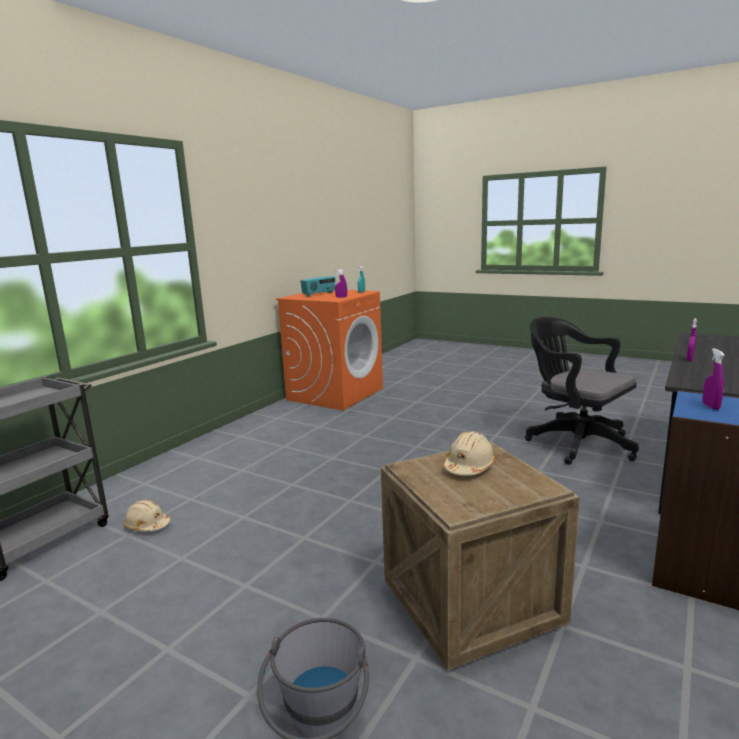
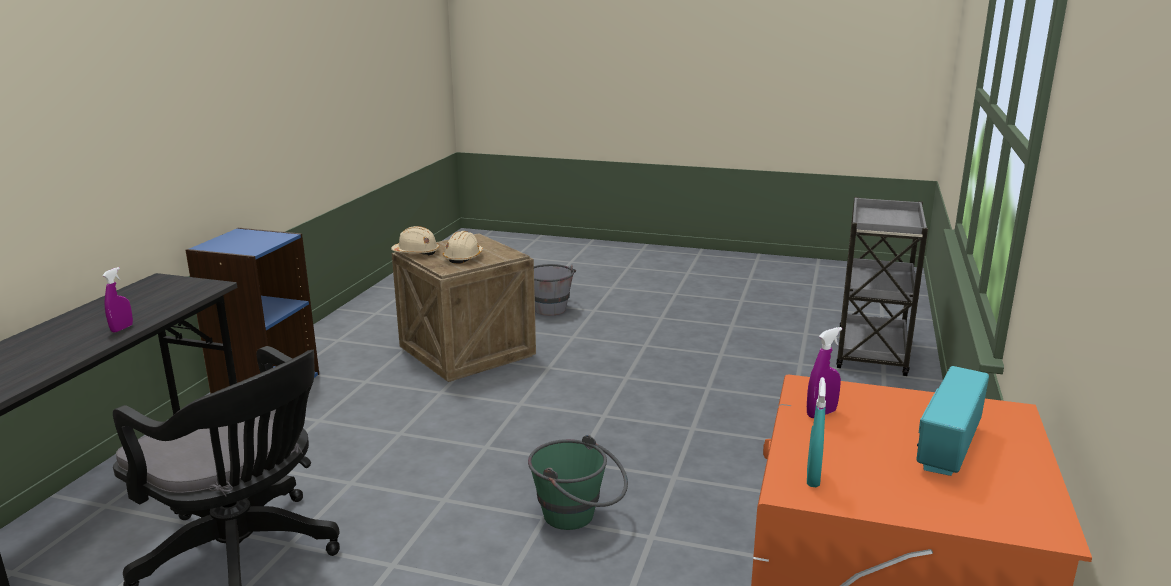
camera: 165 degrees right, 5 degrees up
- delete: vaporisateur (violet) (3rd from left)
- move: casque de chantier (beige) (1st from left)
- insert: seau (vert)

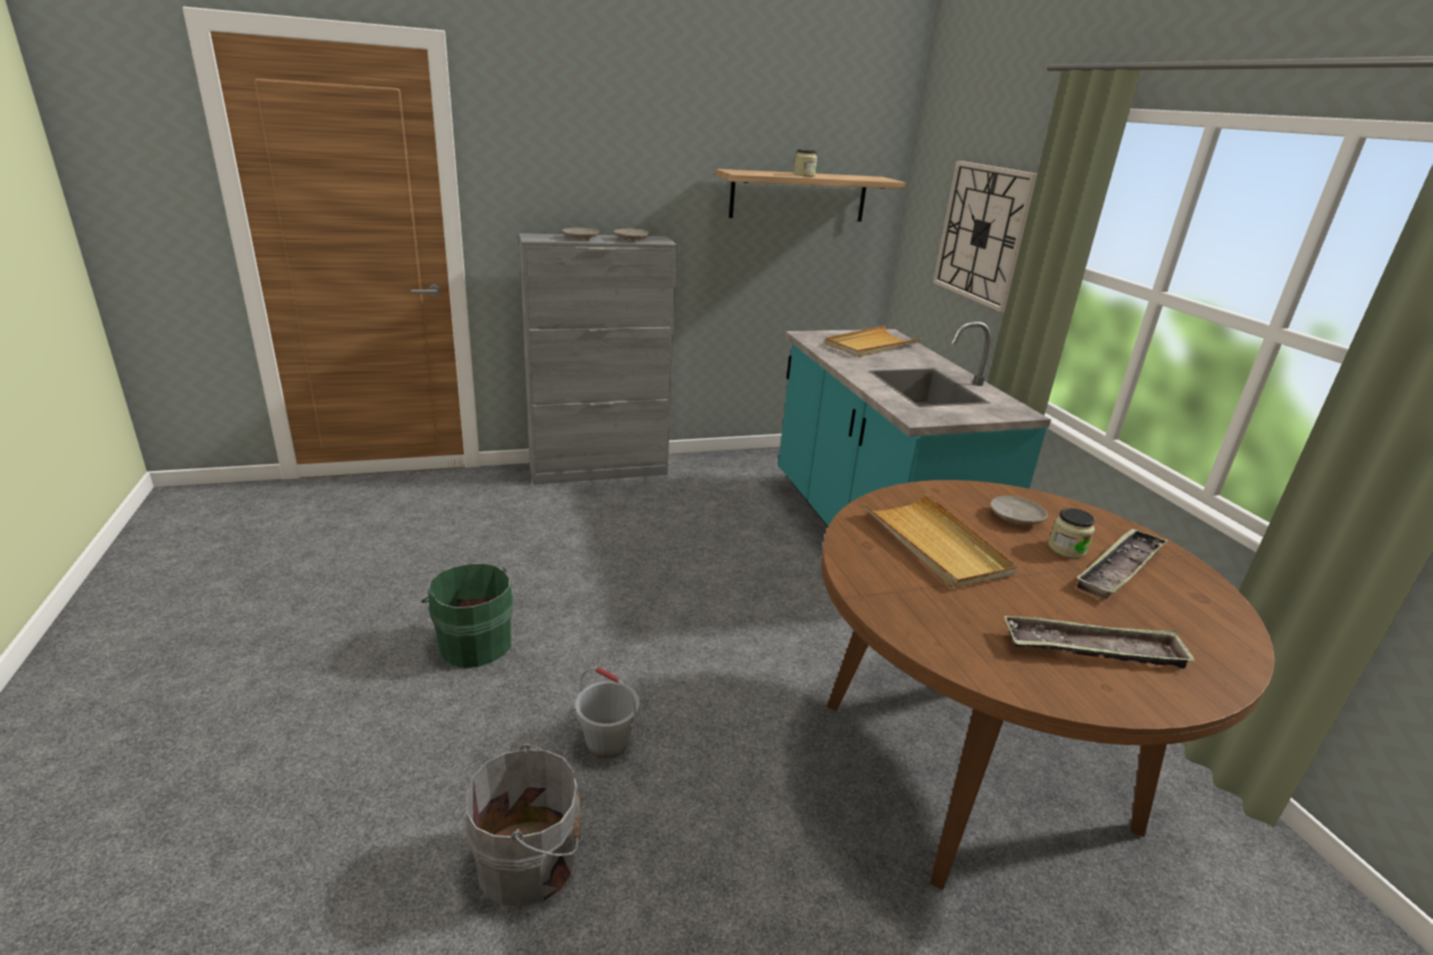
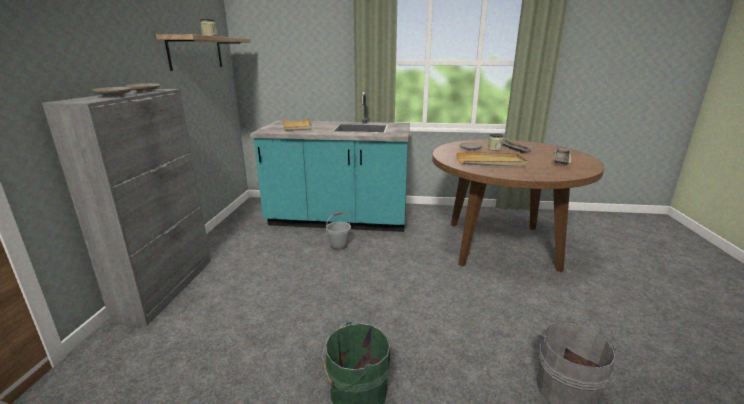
camera: 65 degrees left, 5 degrees down
- delete: horloge murale
- move: seau (gris) (2nd from left in the first image) to seau (gris) (1st from left)

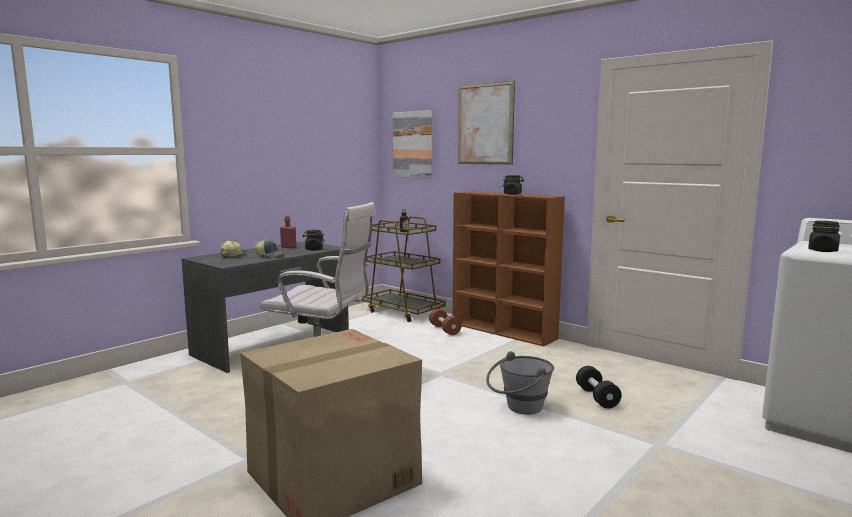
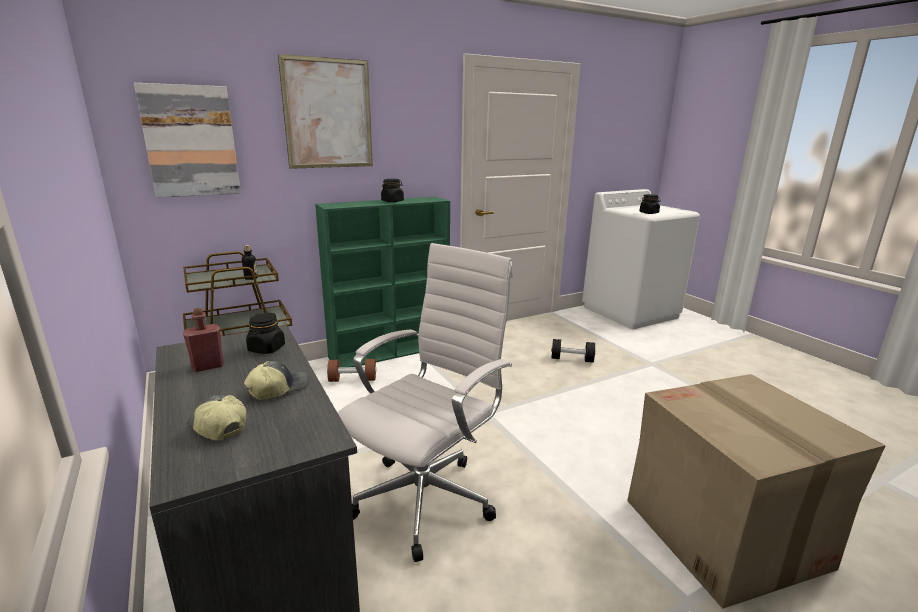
camera: 70 degrees left, 10 degrees up
- recolor: bibliothèque (marron) to bibliothèque (vert)
- delete: seau (gris)

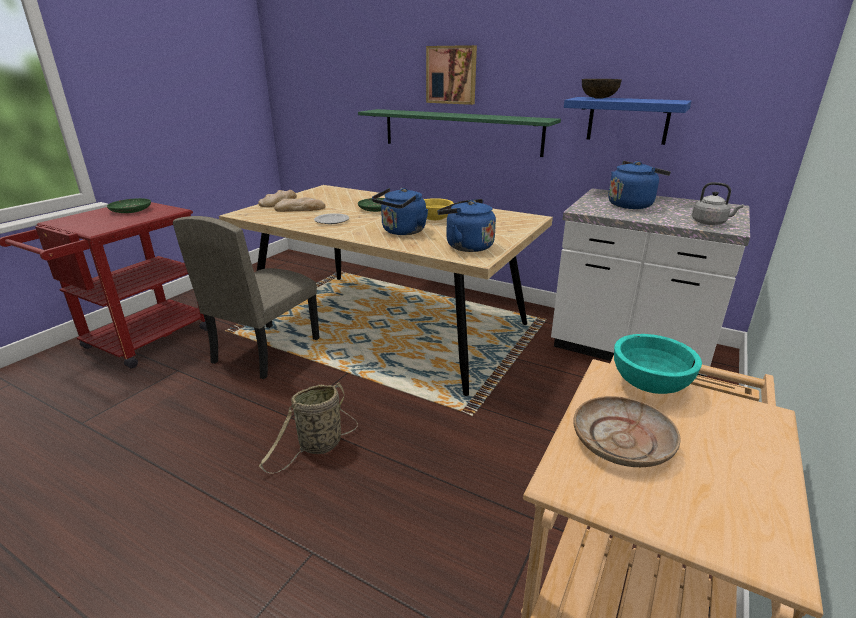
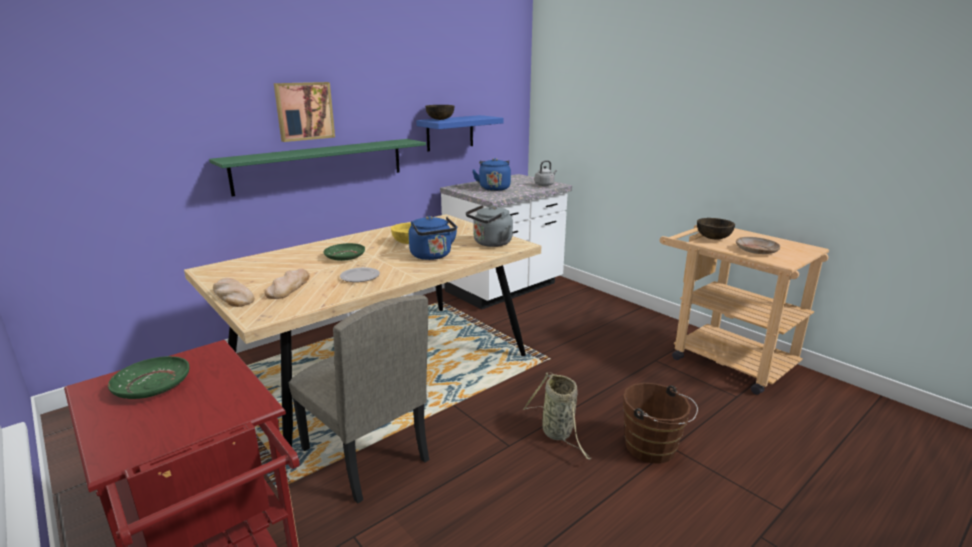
camera: 70 degrees left, 5 degrees down
- recolor: bouilloire (bleu) (2nd from left) to bouilloire (gris) (1st from left)
- recolor: bol (turquoise) to bol (marron) (2nd from left)
- insert: seau (marron)

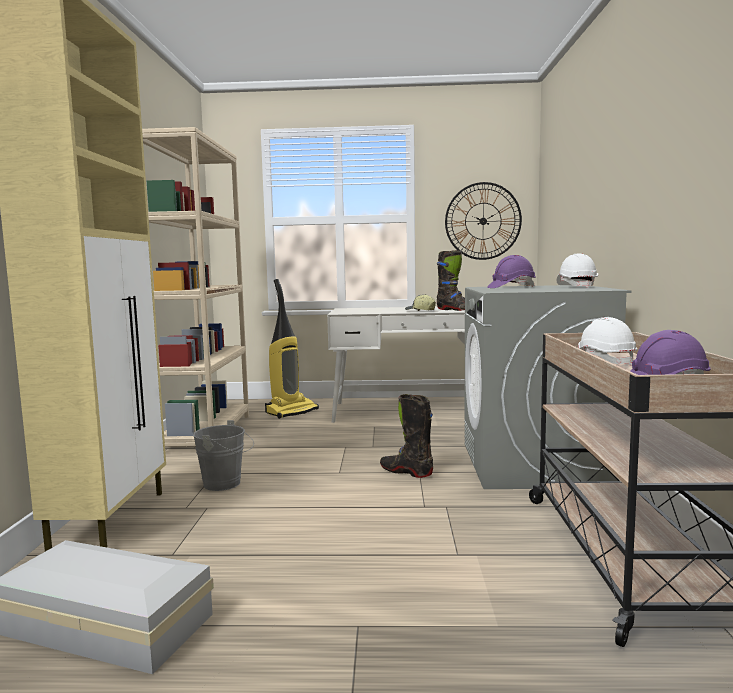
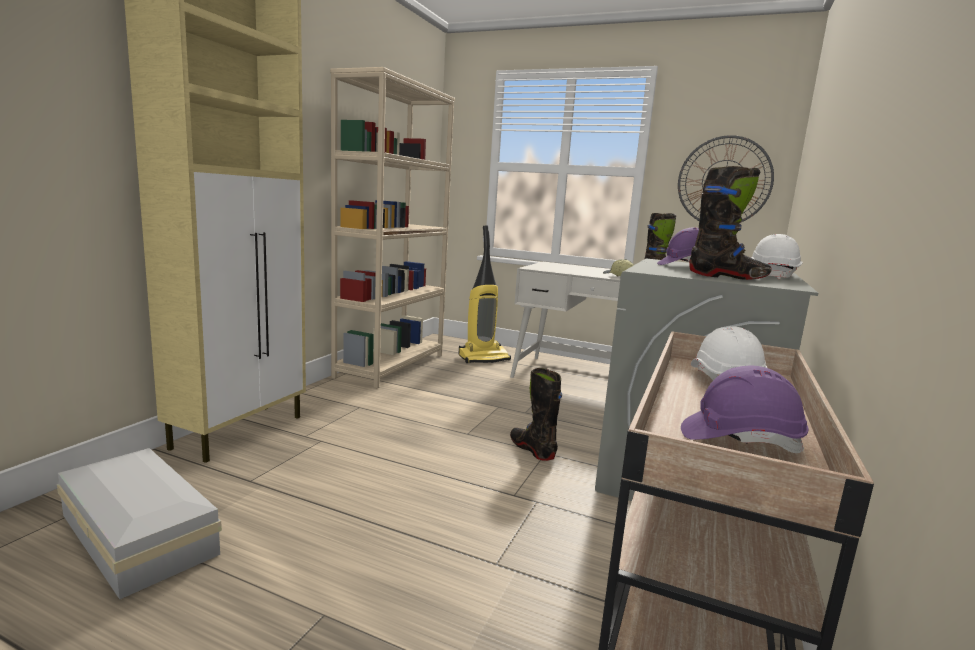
camera: 20 degrees right, 5 degrees up
- delete: seau (gris)
- insert: botte (noir) (3rd from left)

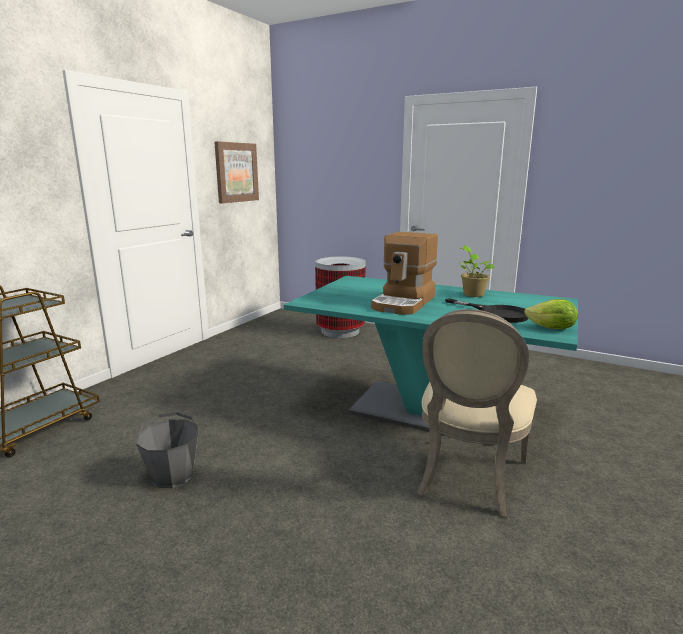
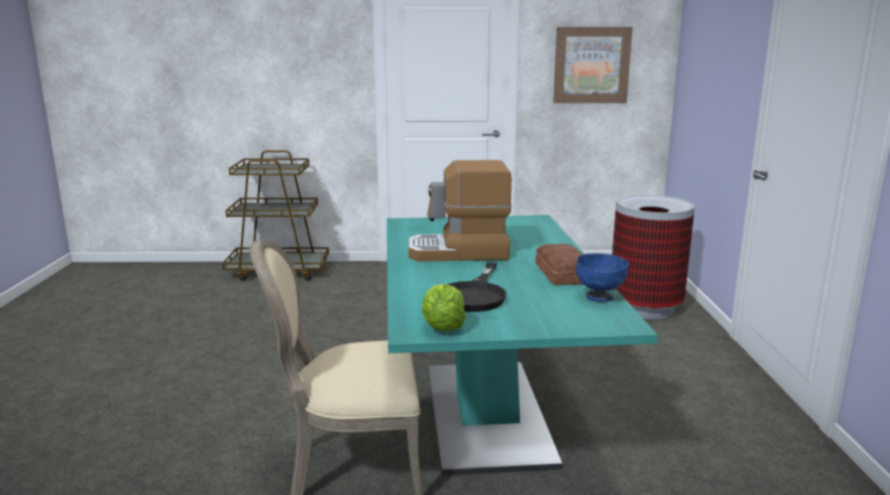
camera: 60 degrees right, 0 degrees up
- replace: plante en pot to pain
- delete: seau (gris)
- insert: bol (bleu)

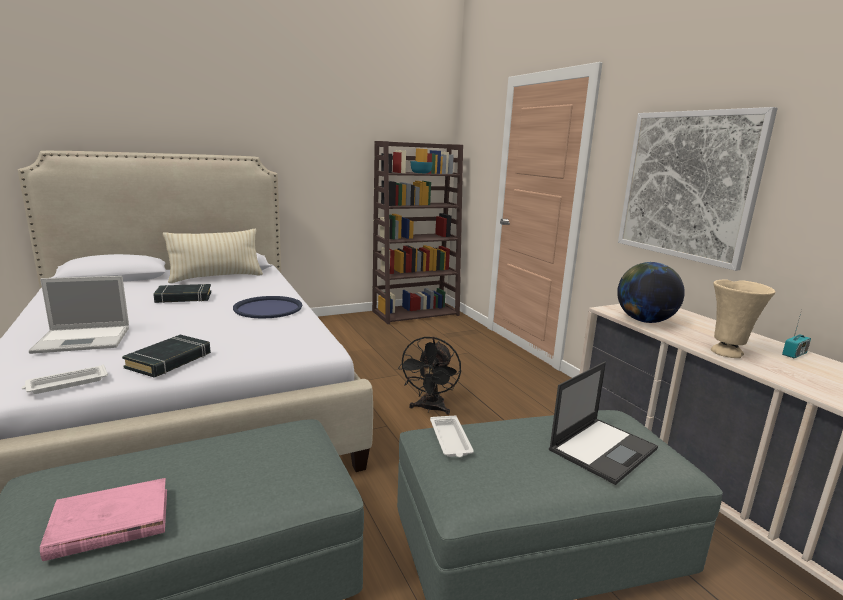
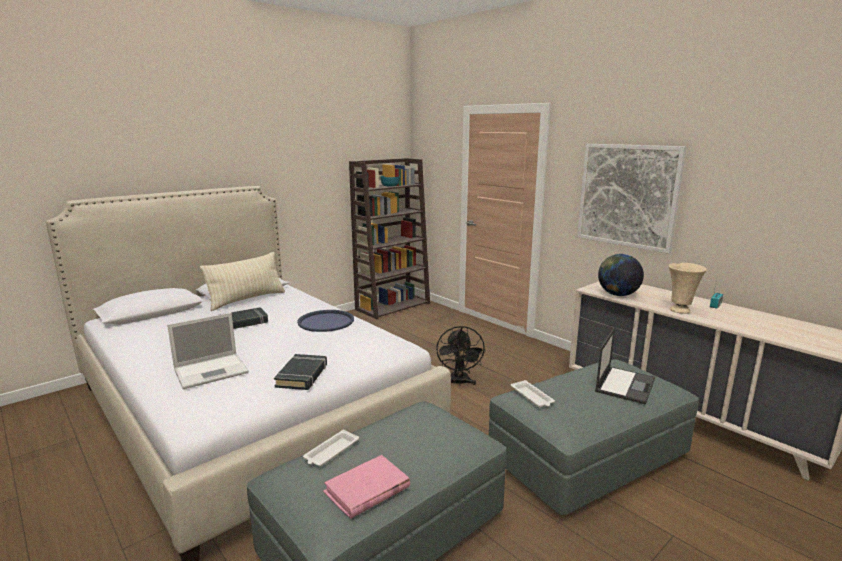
camera: 15 degrees left, 0 degrees up
- move: plateau (blanc) (1st from left)

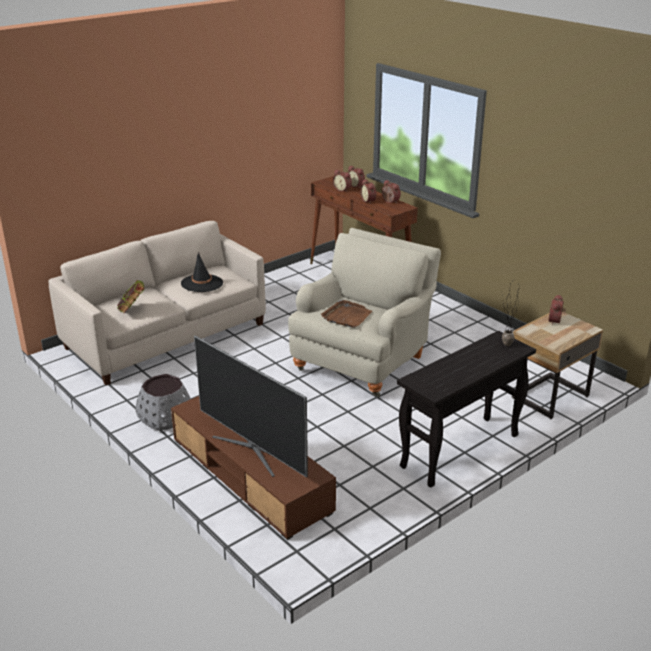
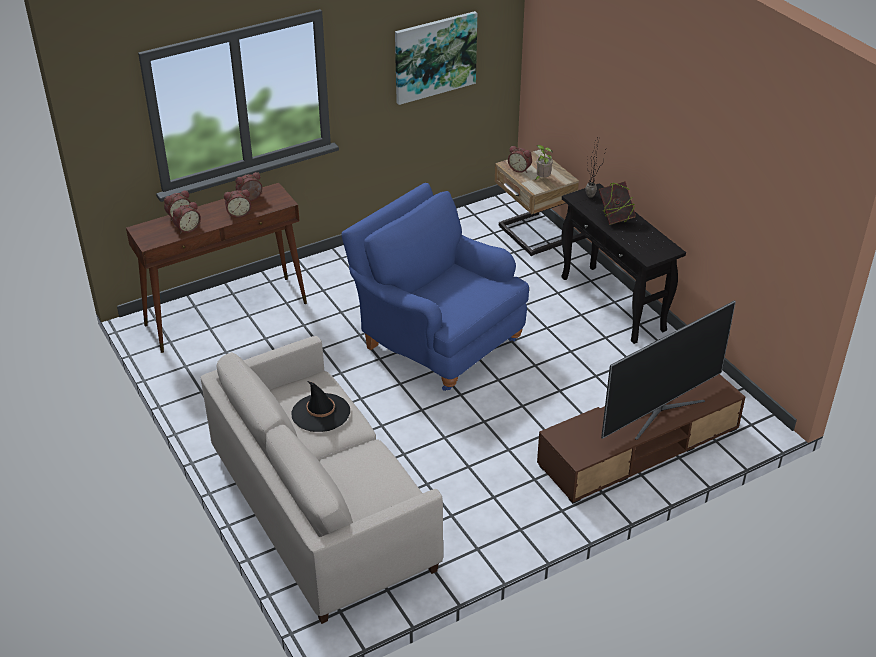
camera: 80 degrees left, 10 degrees up
- recolor: fauteuil (beige) to fauteuil (bleu)
- move: livre
- delete: plateau (marron)
- delete: cache-pot (gris)
- insert: tableau
- insert: plante en pot (1st from left)

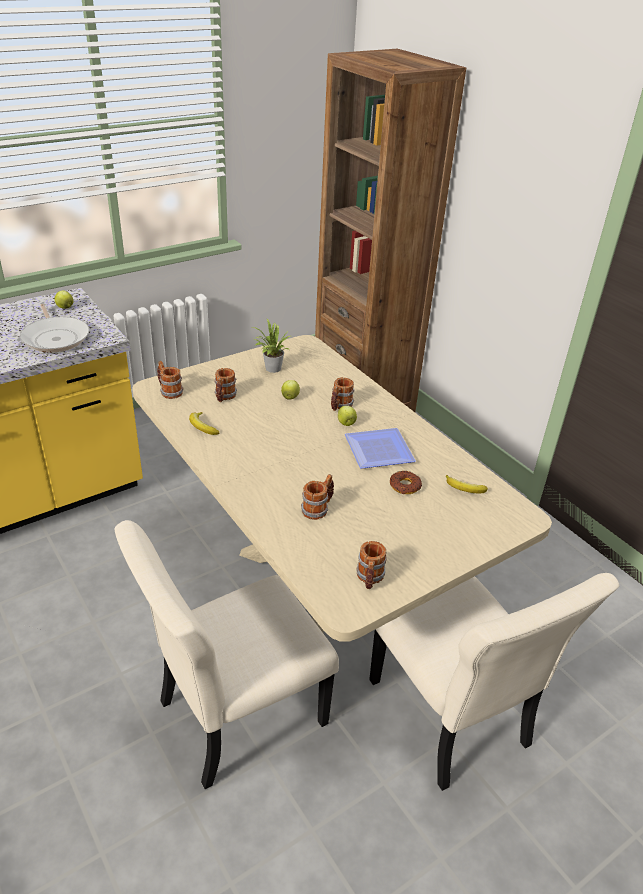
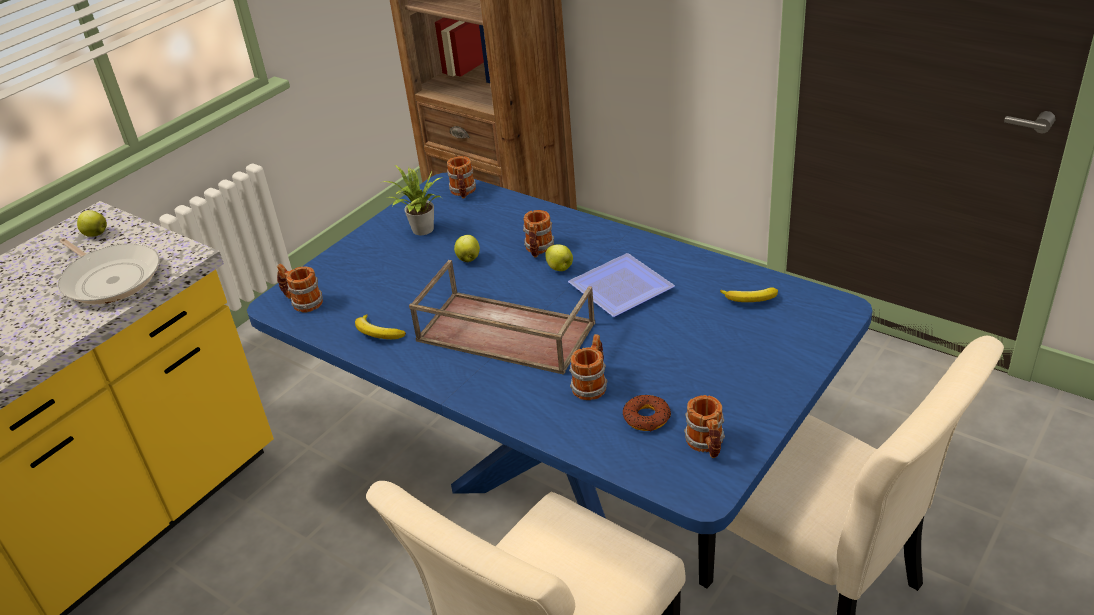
camera: 15 degrees left, 0 degrees up
- recolor: table à manger (beige) to table à manger (bleu)
- move: mug (2nd from left)
- move: beignet
- insert: plateau (marron)

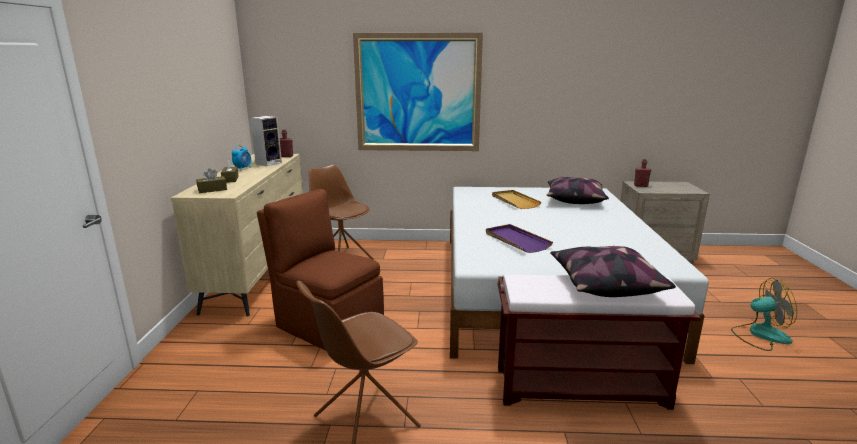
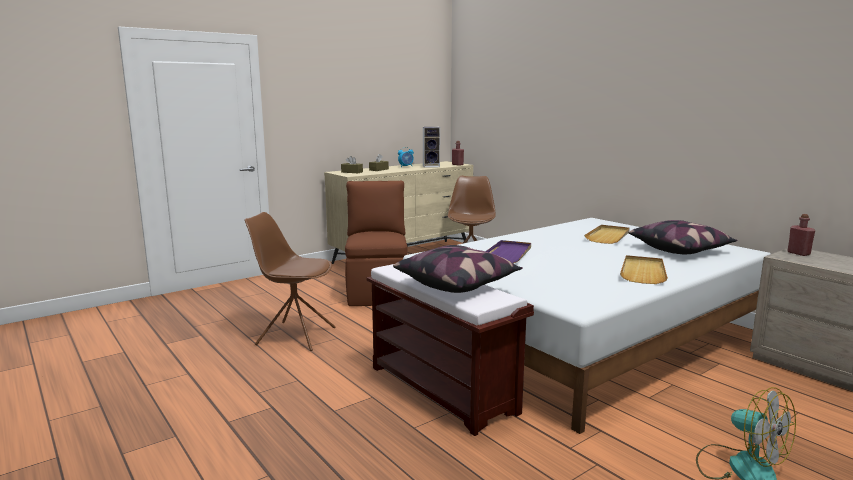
camera: 50 degrees right, 5 degrees down
- delete: tableau
- insert: plateau (beige) (2nd from left)

